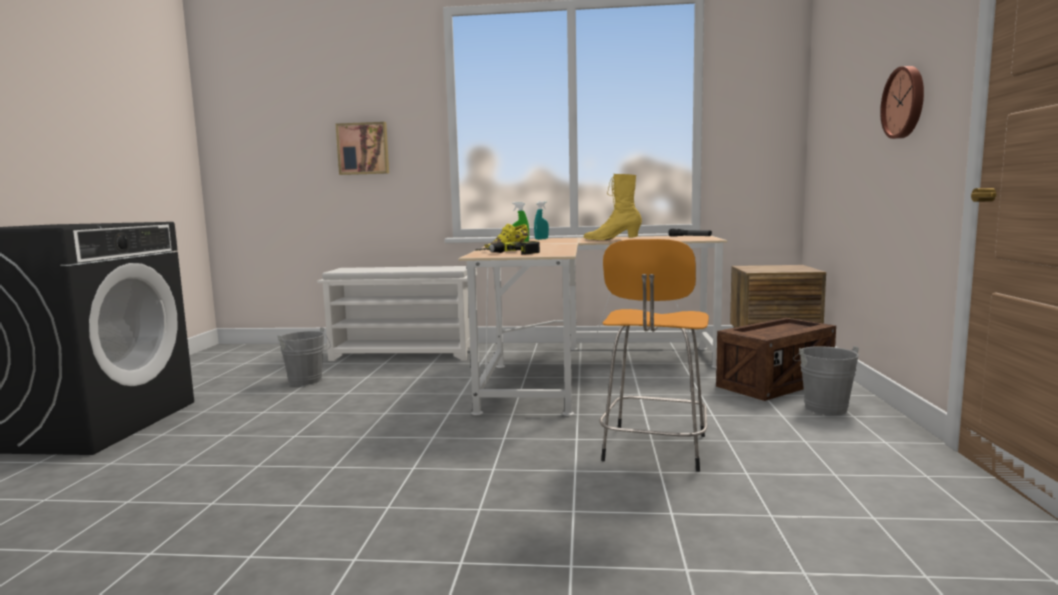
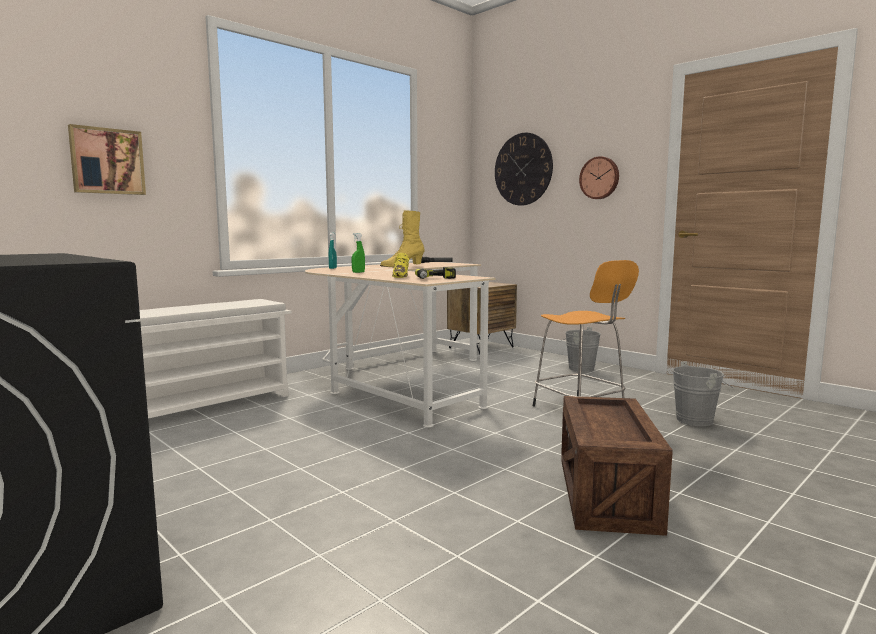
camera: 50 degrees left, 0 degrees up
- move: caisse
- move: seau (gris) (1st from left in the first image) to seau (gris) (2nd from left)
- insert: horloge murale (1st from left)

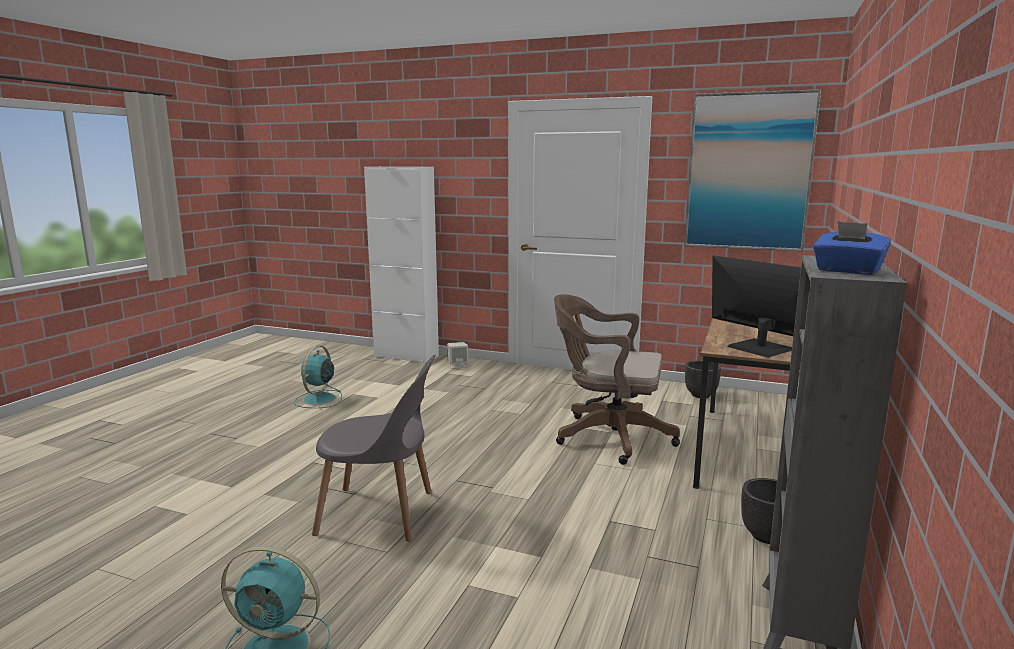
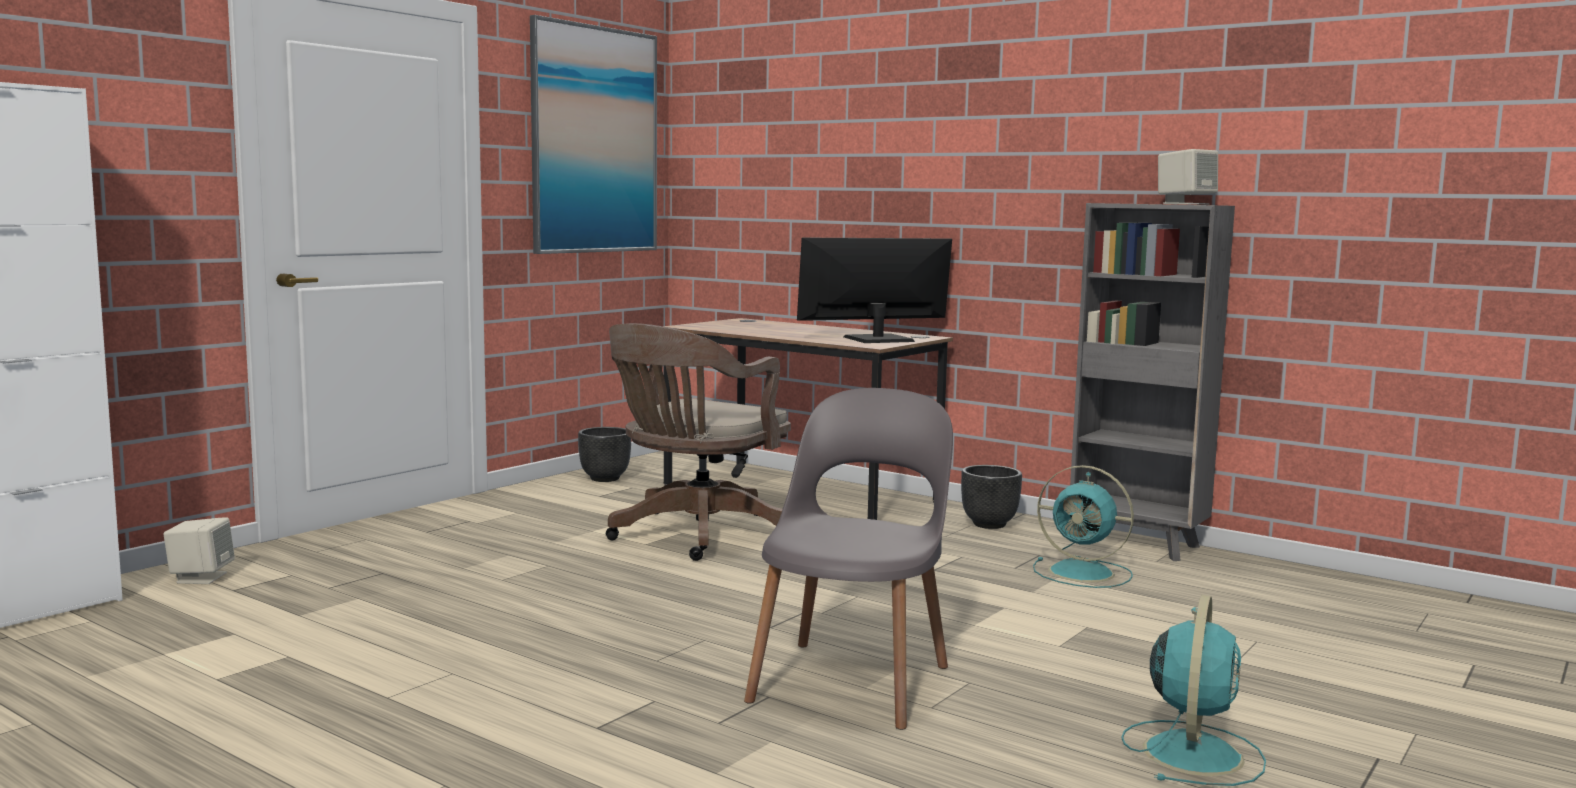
camera: 75 degrees left, 5 degrees down
- replace: boîte à mouchoirs (bleu) to enceinte (beige) (2nd from left)
- move: ventilateur (turquoise) (2nd from left in the first image) to ventilateur (turquoise) (1st from left)

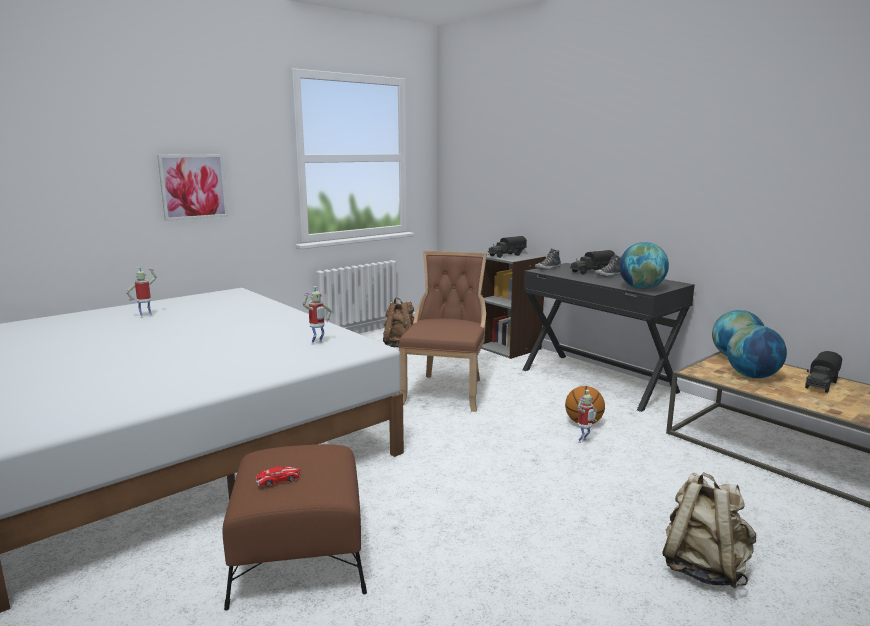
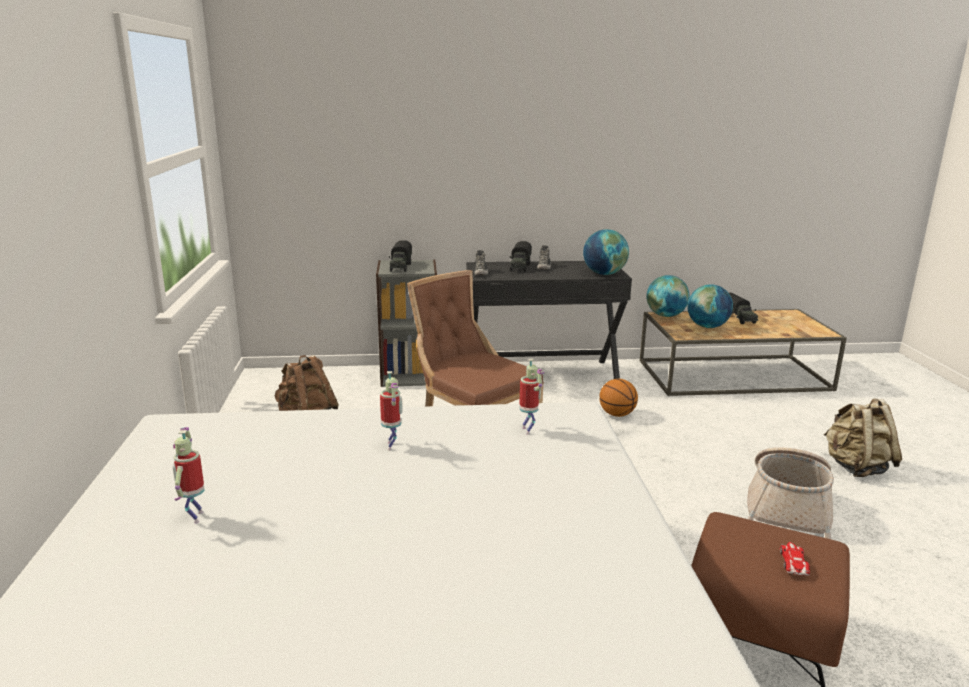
camera: 55 degrees left, 5 degrees up
- delete: tableau
- move: robot jouet (3rd from left in the first image) to robot jouet (2nd from left)
- insert: panier

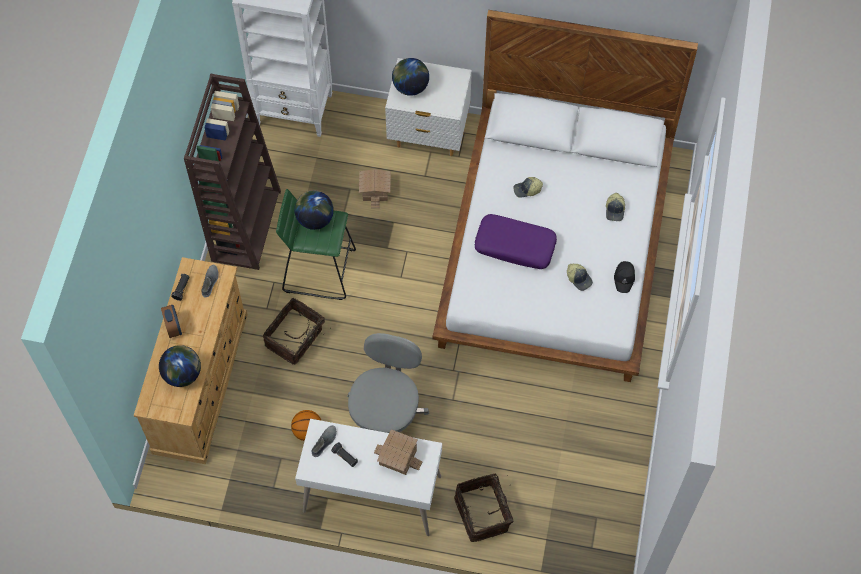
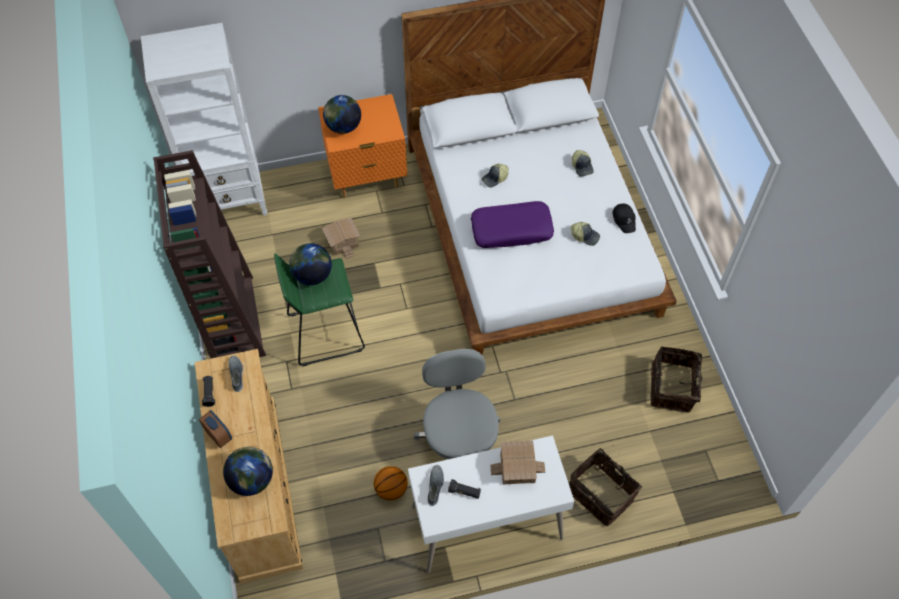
camera: 25 degrees left, 5 degrees down
- recolor: table de chevet (blanc) to table de chevet (orange)
- move: panier (1st from left in the first image) to panier (2nd from left)

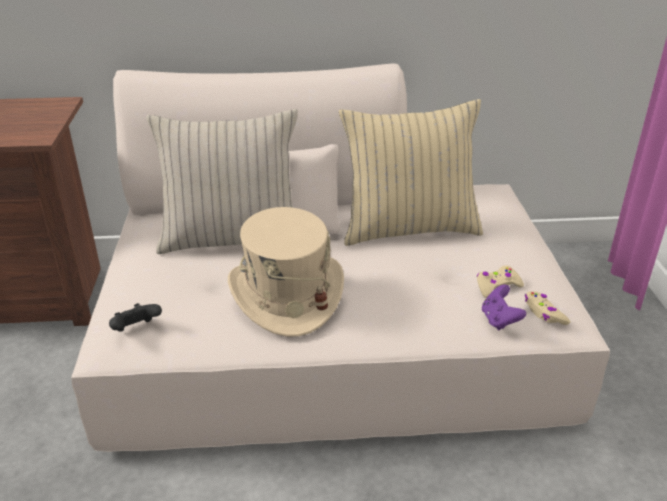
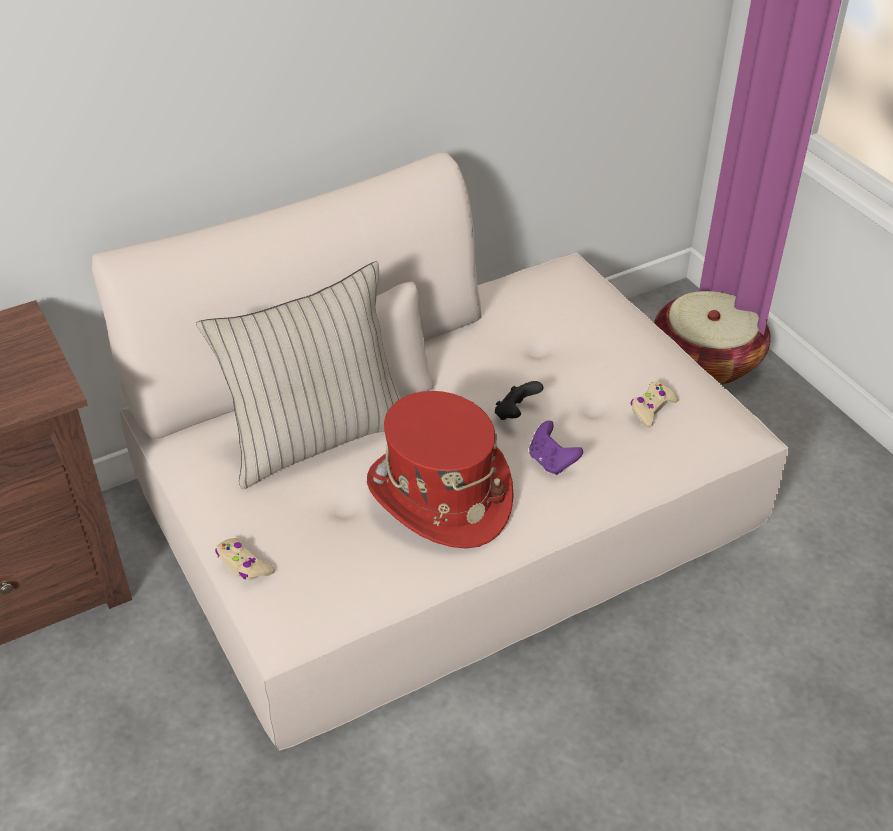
camera: 25 degrees left, 10 degrees up
- delete: coussin (beige) (2nd from left)
- recolor: chapeau (beige) to chapeau (rouge)
- move: manette (violet)
- move: manette (beige) (2nd from left in the first image) to manette (beige) (1st from left)
- move: manette (noir)
- insert: panier

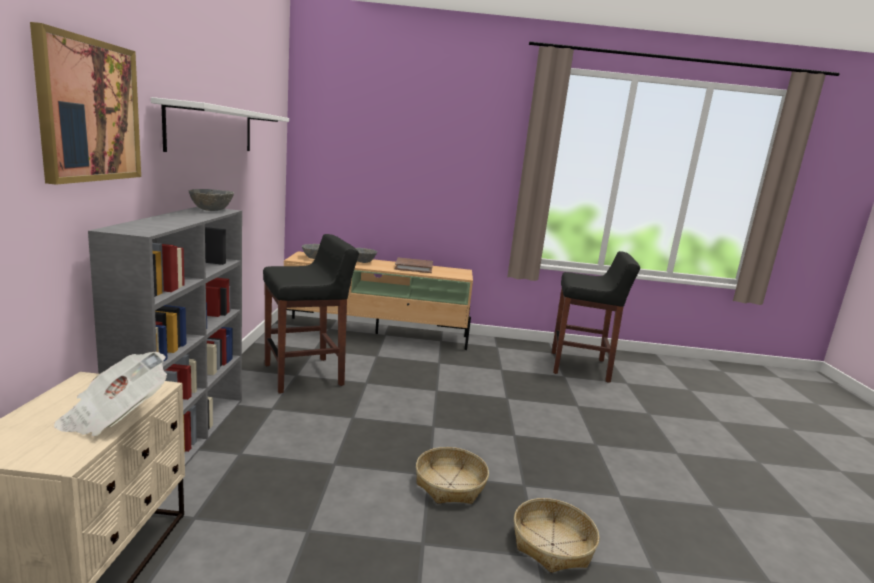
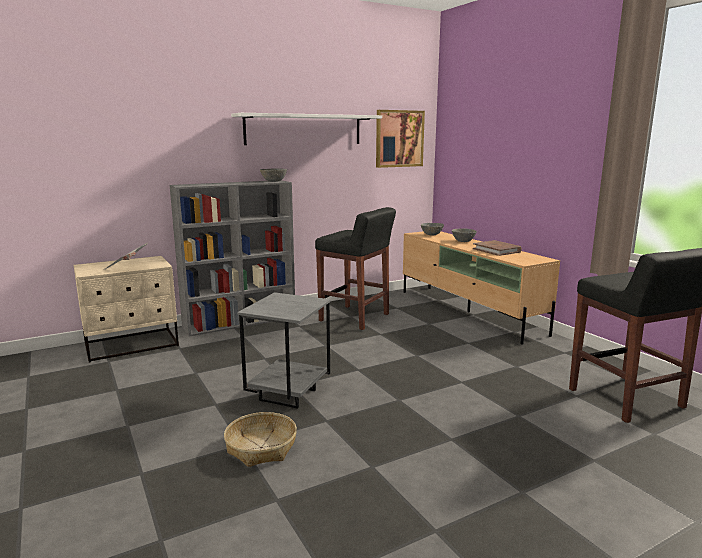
camera: 60 degrees right, 0 degrees up
- move: tableau
- replace: panier (1st from left) to table d'appoint (gris)

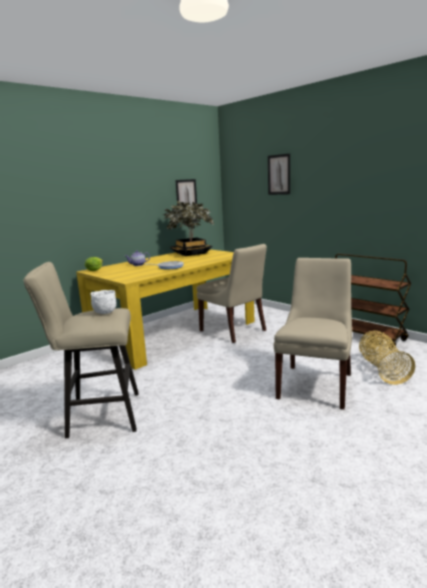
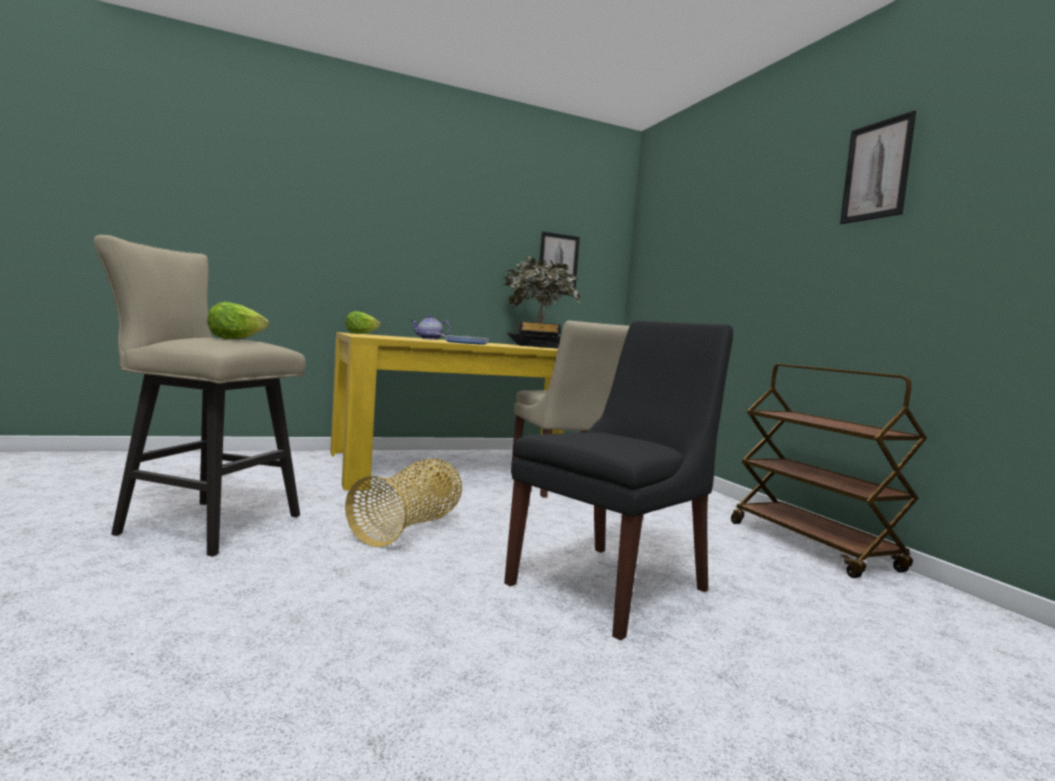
camera: 20 degrees right, 10 degrees down
- move: tableau (2nd from left)
- recolor: chaise (beige) (2nd from left) to chaise (noir)
- replace: bol (blanc) to laitue (1st from left)
- move: panier

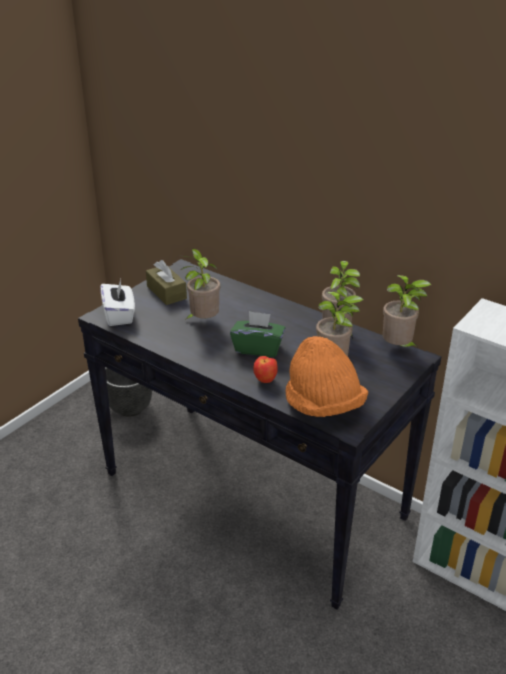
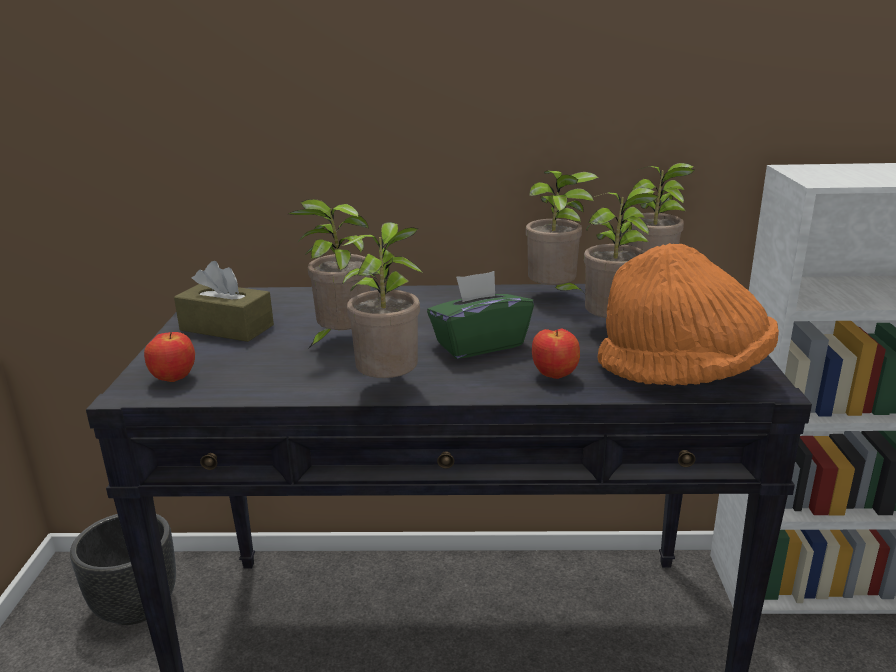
camera: 35 degrees left, 10 degrees down
- replace: boîte à mouchoirs (blanc) to pomme (1st from left)
- insert: plante en pot (2nd from left)

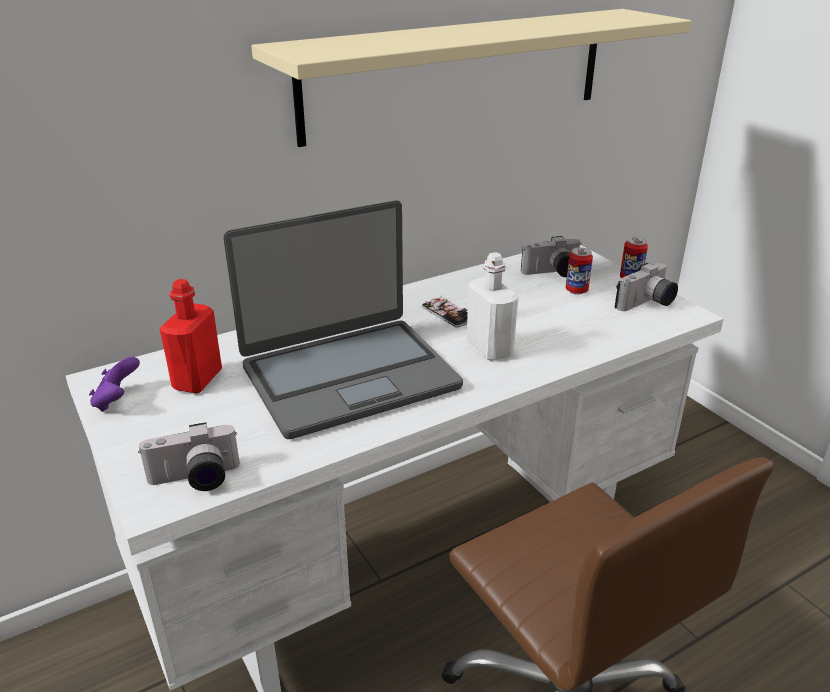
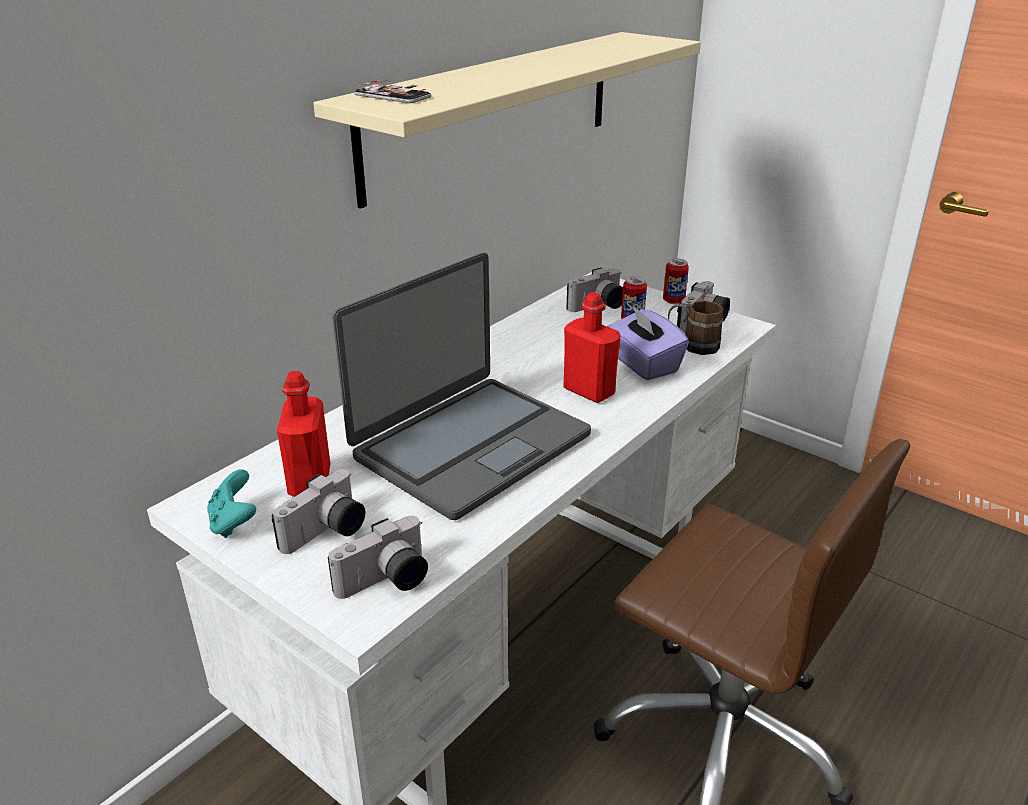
camera: 20 degrees left, 0 degrees up
- recolor: bouteille (blanc) to bouteille (rouge) (2nd from left)
- move: téléphone
- recolor: manette (violet) to manette (turquoise)
- insert: mug (marron)
- insert: boîte à mouchoirs (violet)
- insert: appareil photo (1st from left)

